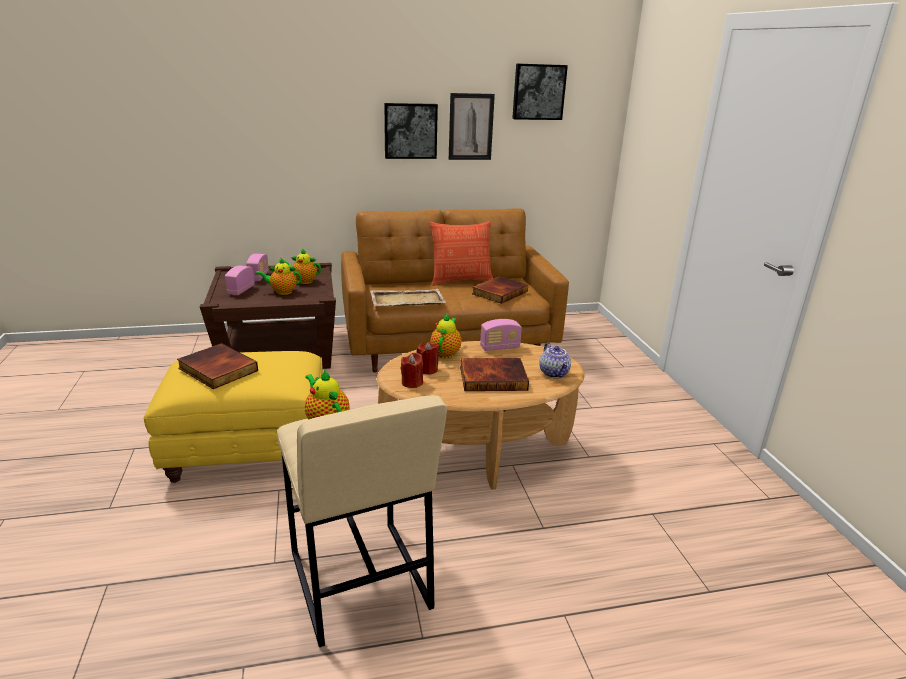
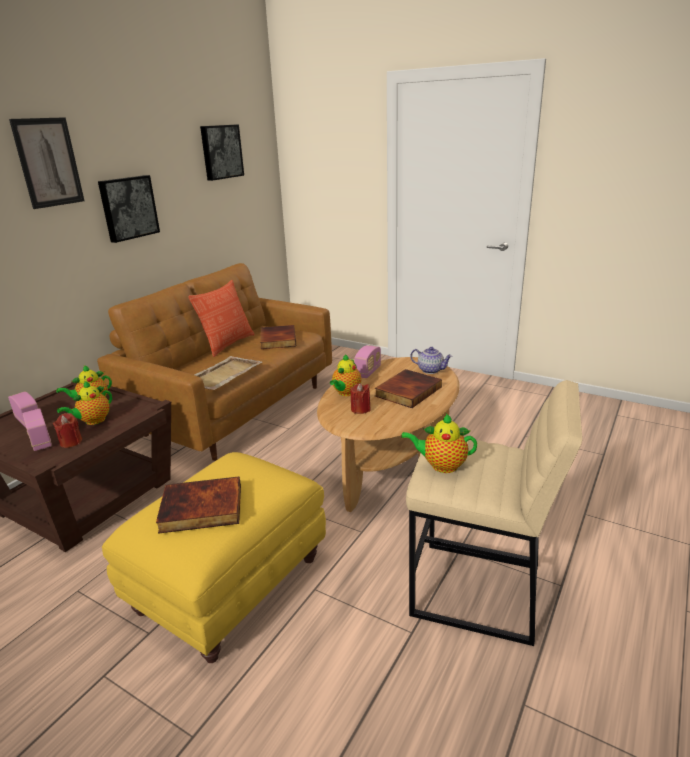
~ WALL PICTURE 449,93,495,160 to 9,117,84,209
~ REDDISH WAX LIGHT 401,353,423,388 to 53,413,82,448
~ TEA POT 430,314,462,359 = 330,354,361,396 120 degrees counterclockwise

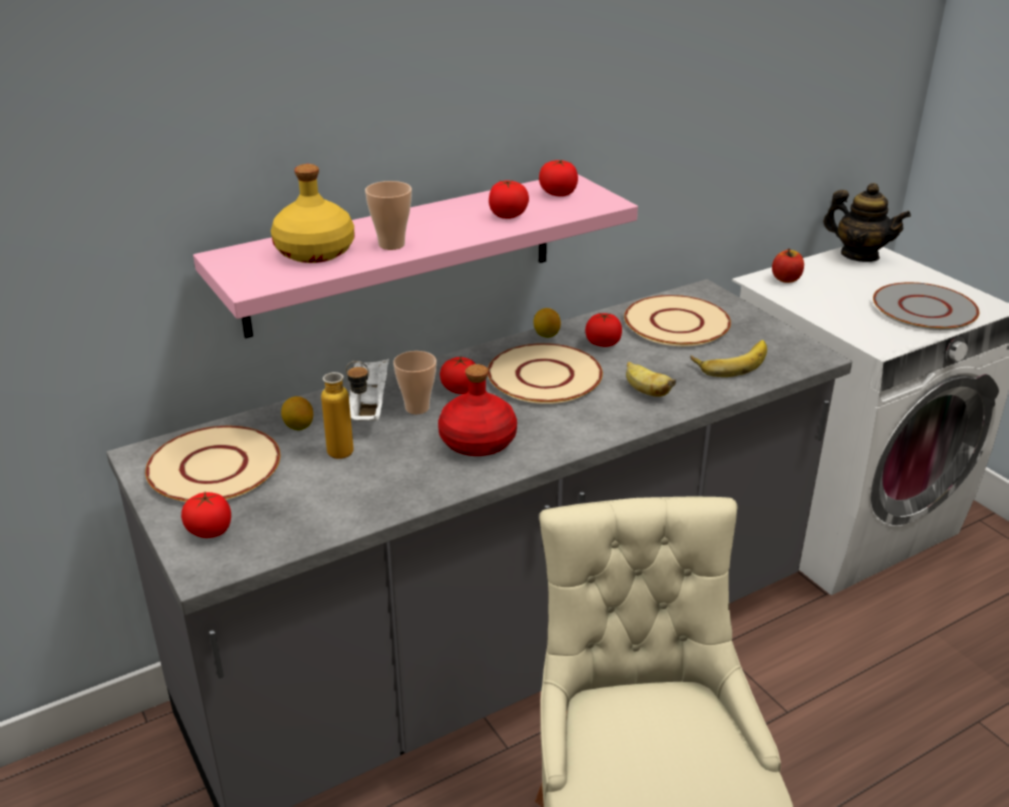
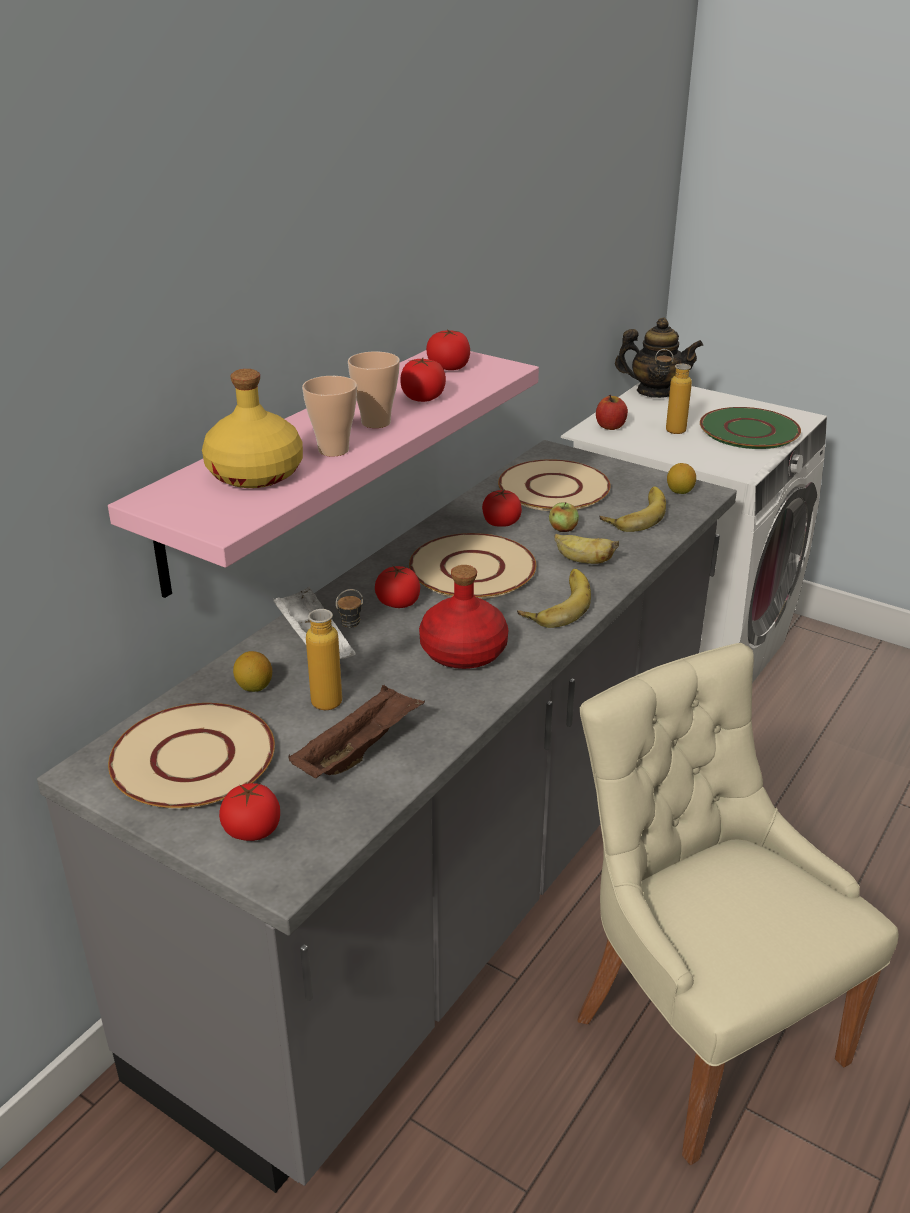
+ BROWN TRAY 288,685,425,778
~ DRINKING CUP 393,351,437,414 to 348,352,400,428
+ BANANA FRUIT 517,569,591,628
+ APPLE 549,502,579,532
+ DRINK BOTTLE 655,349,692,434
~ WHOLE LEMON 533,308,561,338 to 667,463,696,494
~ GREY FLAT DISH 873,282,979,330 to GREENISH FLAT DISH 700,407,801,449

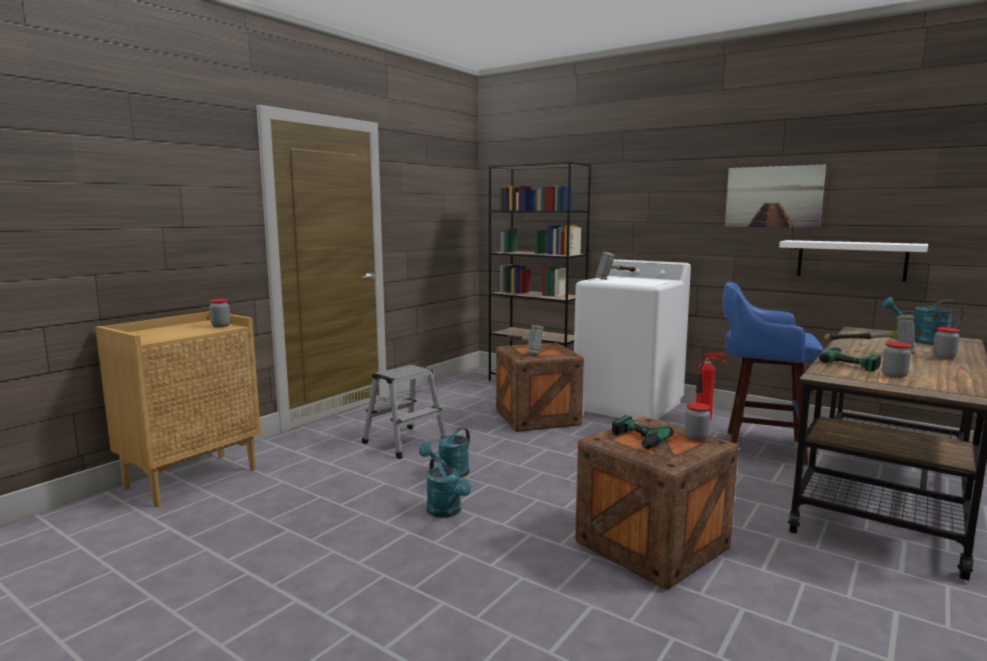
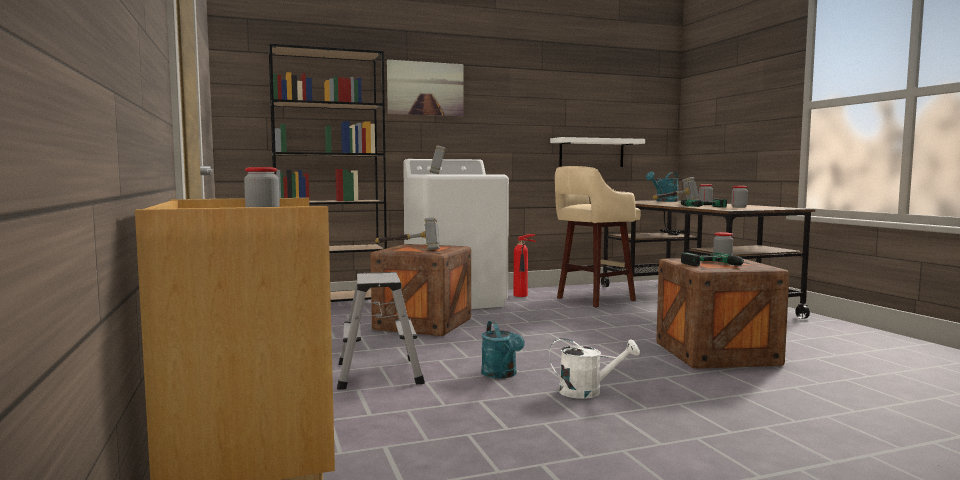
~ WALL PICTURE 725,164,826,228 to 387,59,464,116
~ TURQUOISE-COLOURED WATERING CAN 426,457,471,518 to WHITISH WATERING CAN 549,338,640,399
~ BLUE-COLOURED SITTING STOOL 723,282,823,465 to SAND-COLOURED SITTING STOOL 555,166,641,307

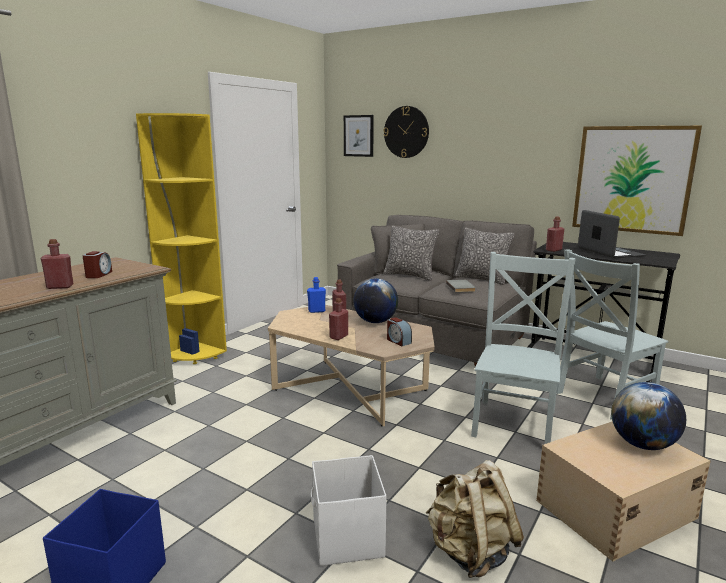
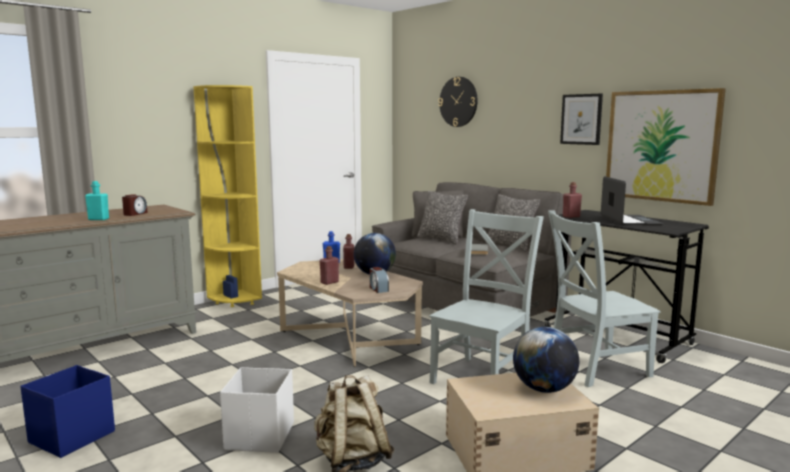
~ REDDISH DRINK BOTTLE 41,239,74,289 to TURQUOISE-COLOURED DRINK BOTTLE 85,181,109,220
~ WALL PICTURE 344,115,374,157 to 560,94,603,145

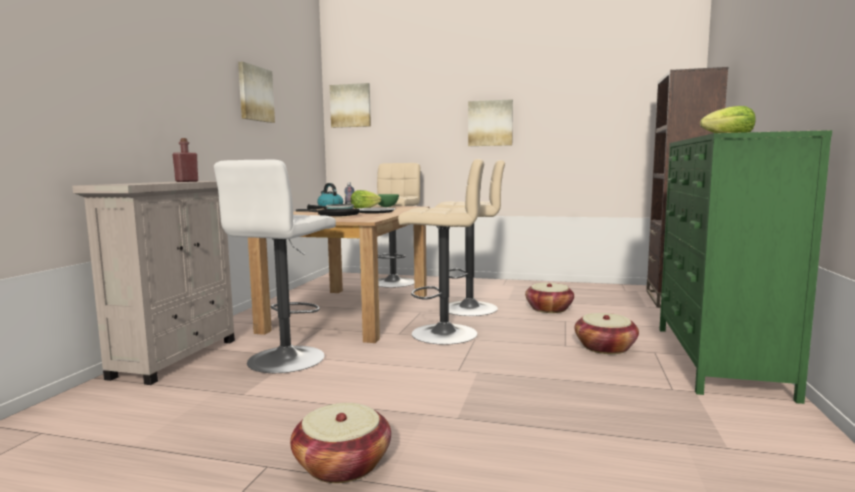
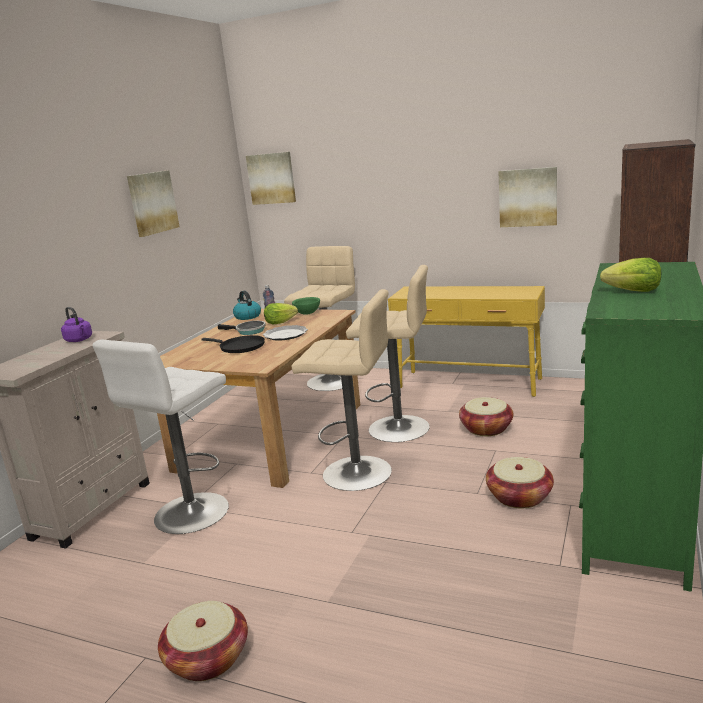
~ REDDISH DRINK BOTTLE 172,138,198,182 to PURPLE-COLOURED KETTLE 61,307,92,342
+ YELLOWISH HALL TABLE 388,286,545,397
~ WALL PICTURE 468,99,513,146 to 499,167,557,227

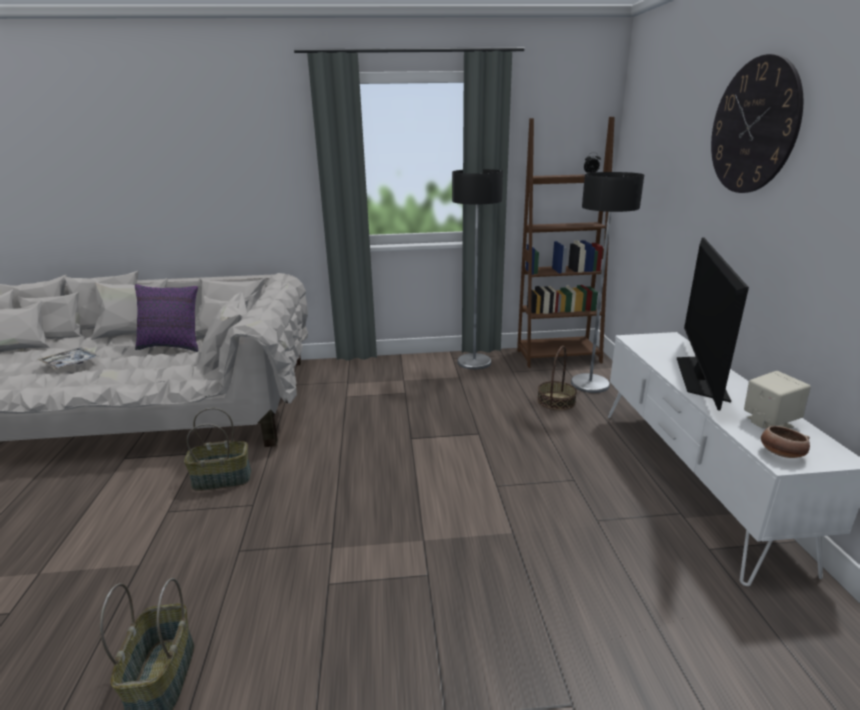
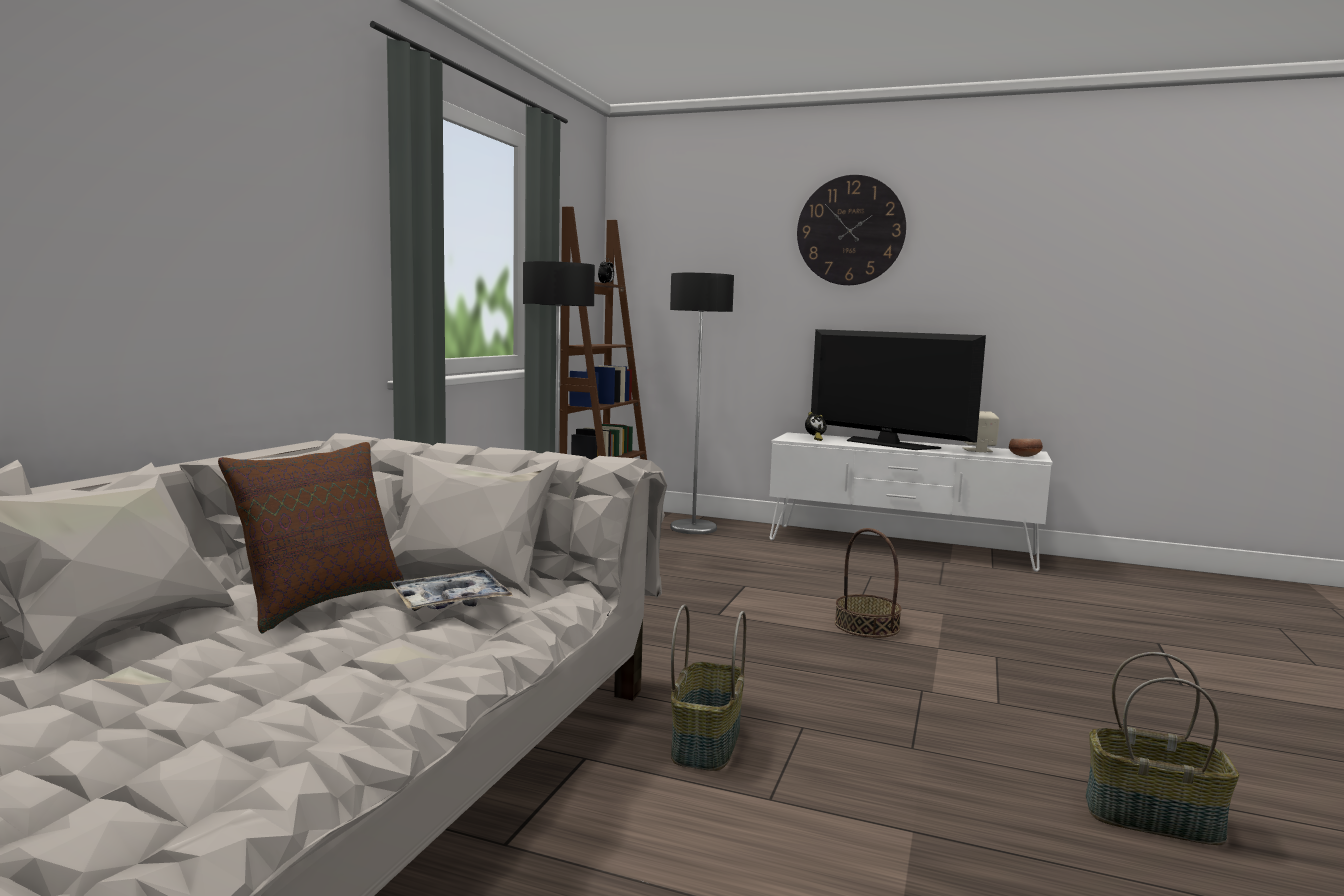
~ PURPLE-COLOURED PILLOW 135,284,198,352 to BROWN PILLOW 218,442,404,634
~ TRAY 38,347,100,370 to 391,570,513,611
+ ALARM CLOCK 805,412,827,441
~ STORAGE BASKET 537,346,577,410 to 835,528,902,638

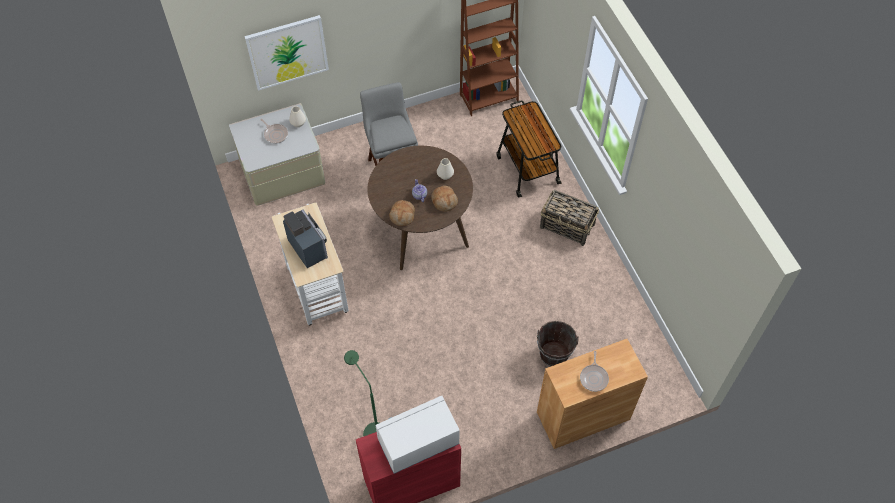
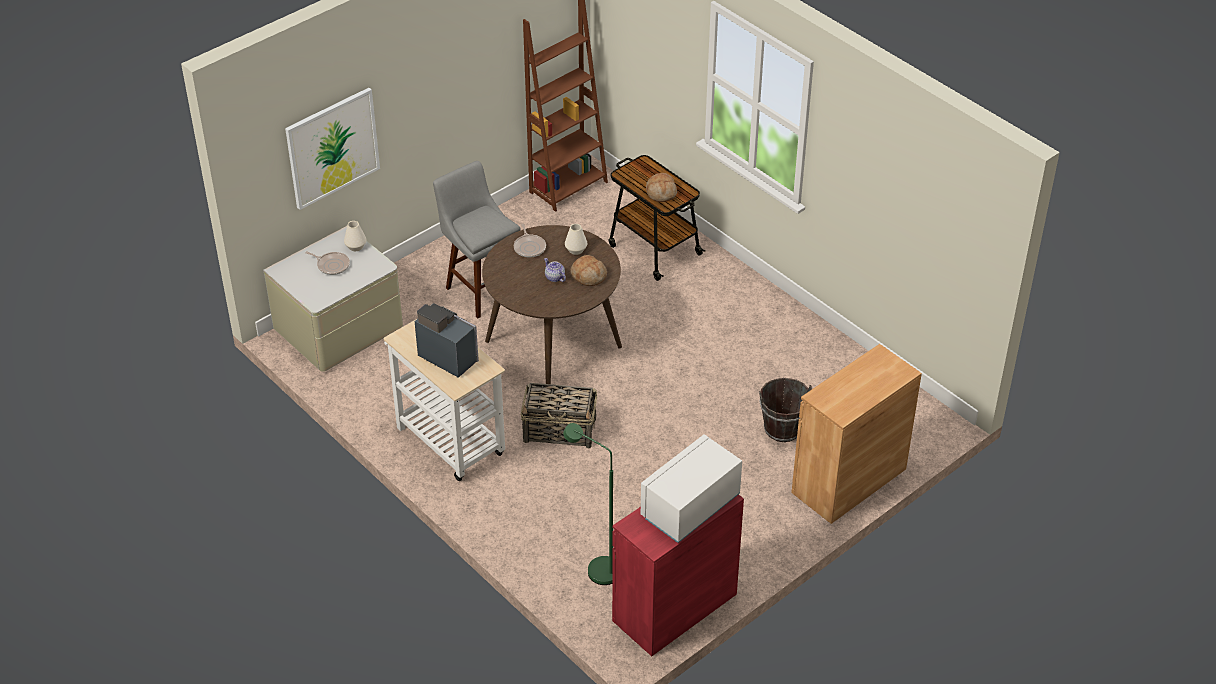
~ SKILLET 580,351,609,392 to 514,223,546,258
~ STORAGE BASKET 540,190,599,246 to 520,383,597,449
~ BAKED BREAD 389,200,415,226 to 646,173,677,202

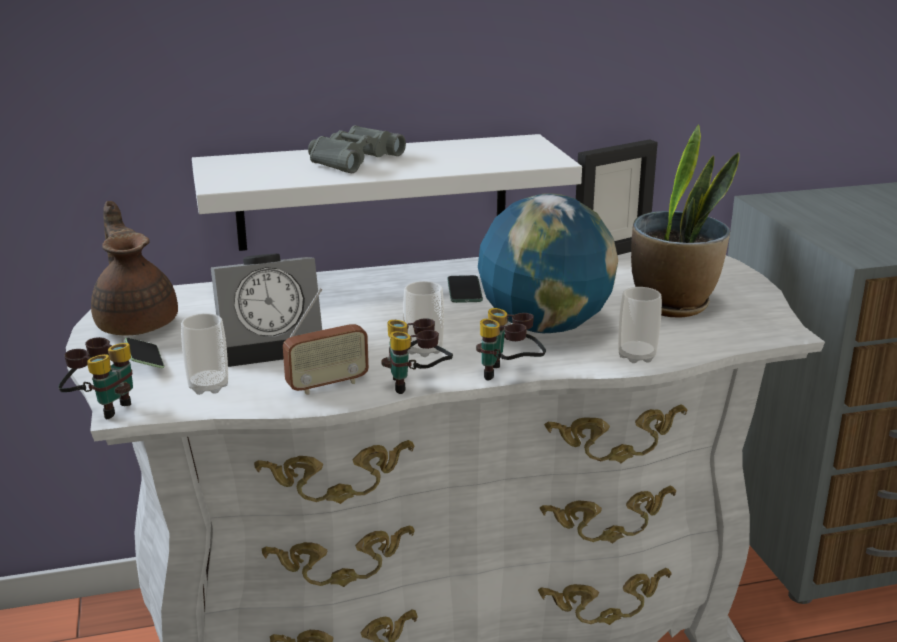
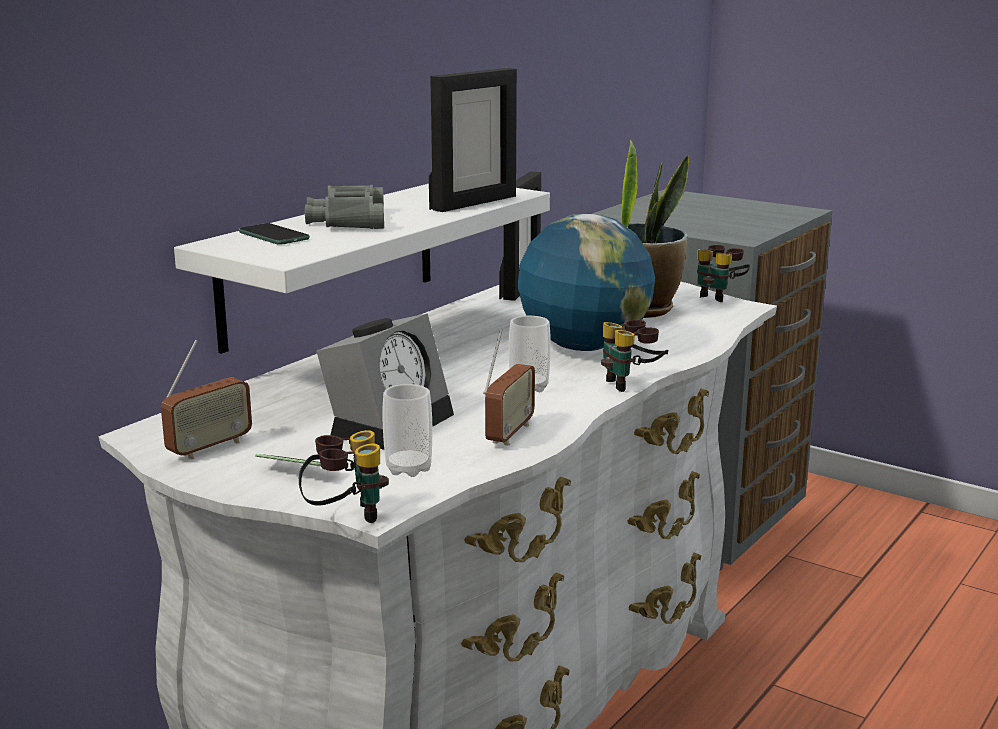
~ BROWN TEA POT 91,201,178,336 to RADIO RECEIVER 161,339,252,459
~ PHONE 447,275,483,303 to 239,223,310,245
+ PICTURE FRAME 429,68,517,212
~ PAIR OF BINOCULARS 381,318,453,394 to 697,245,750,302
- DRINKING CUP 618,287,662,363

